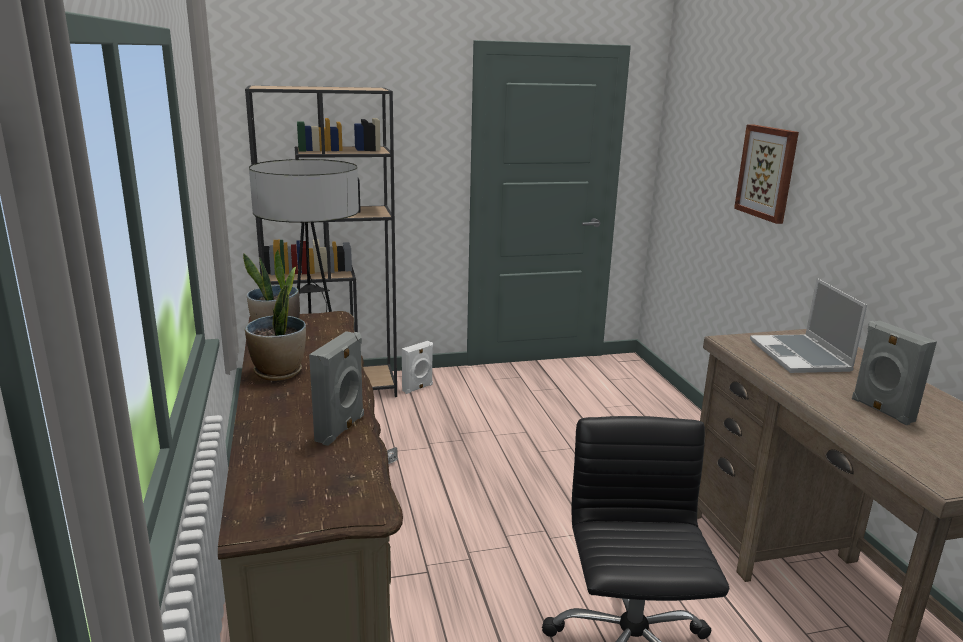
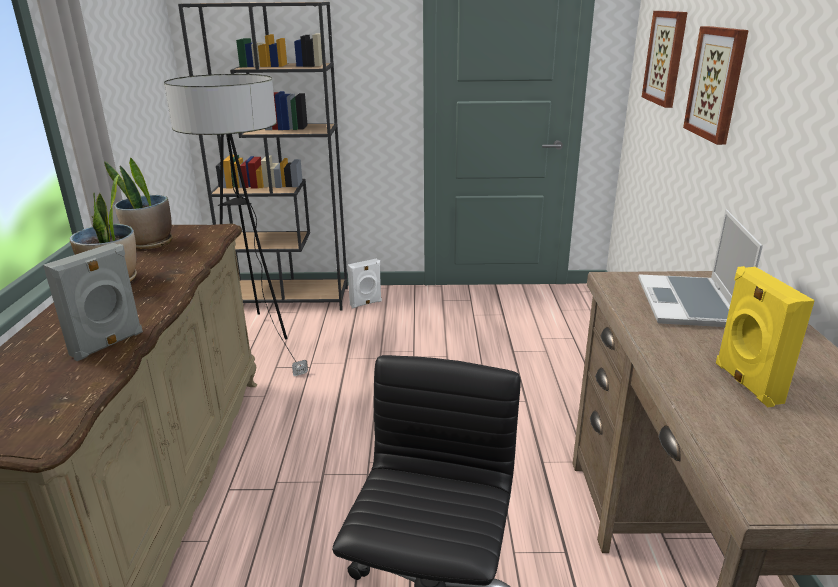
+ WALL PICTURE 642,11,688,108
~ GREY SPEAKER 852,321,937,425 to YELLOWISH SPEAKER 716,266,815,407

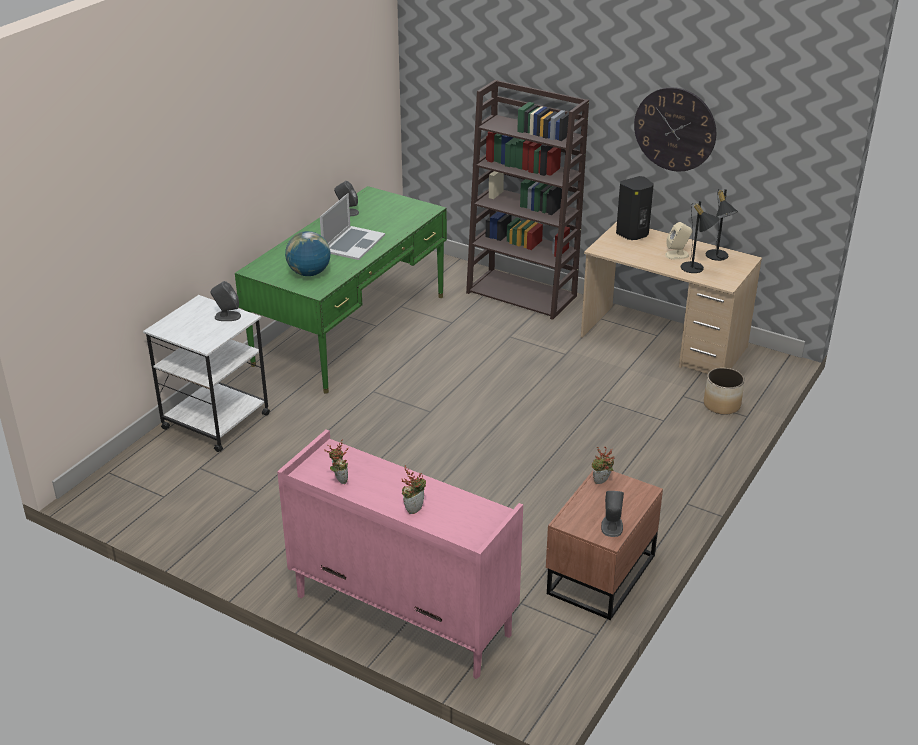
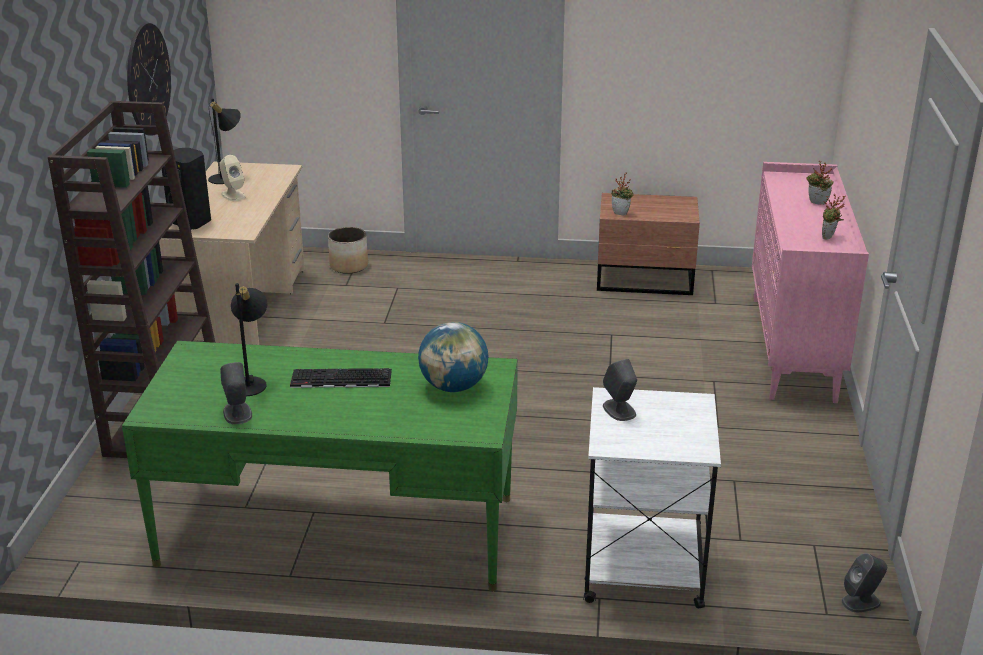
~ BLACKISH TABLE LAMP 681,201,720,273 to 231,283,268,396
~ NOTEBOOK COMPUTER 320,193,385,260 to KEYBOARD 290,368,392,388
~ GREY SPEAKER 601,491,624,537 to 842,553,887,612

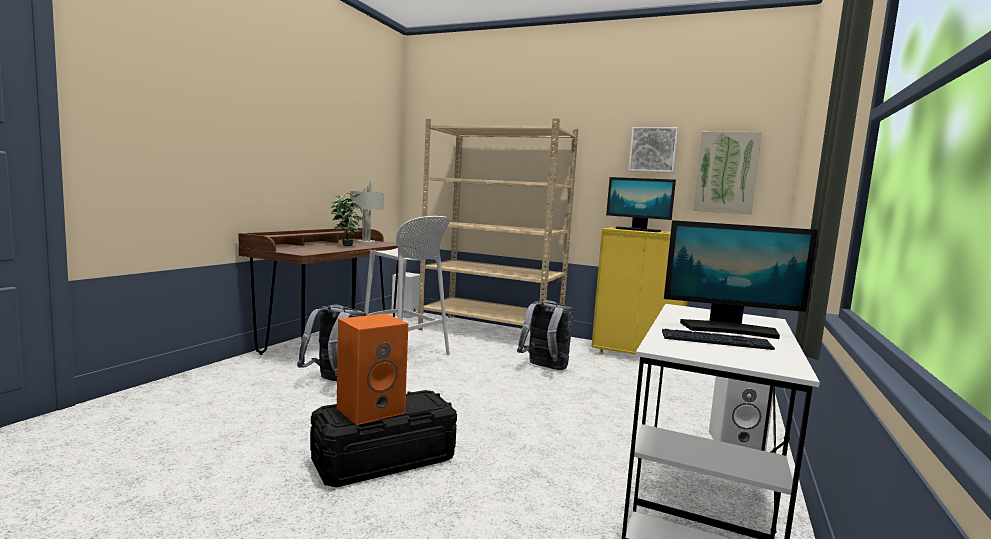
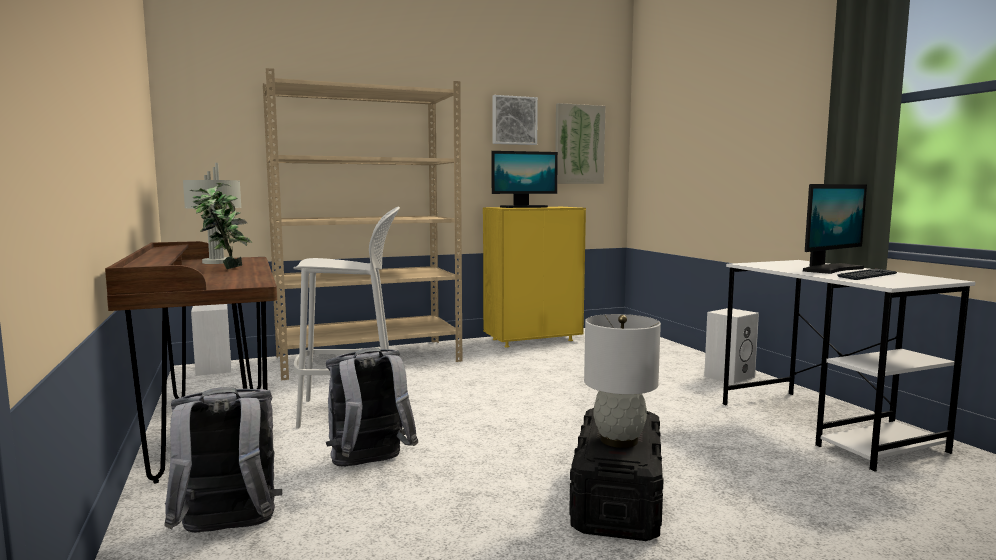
~ GREY BACKPACK 517,300,574,370 to 164,387,282,533
~ ORANGE SPEAKER 337,314,408,425 to WHITISH TABLE LAMP 584,314,661,448

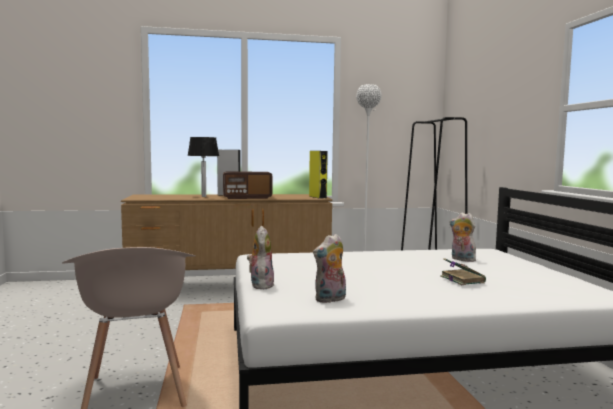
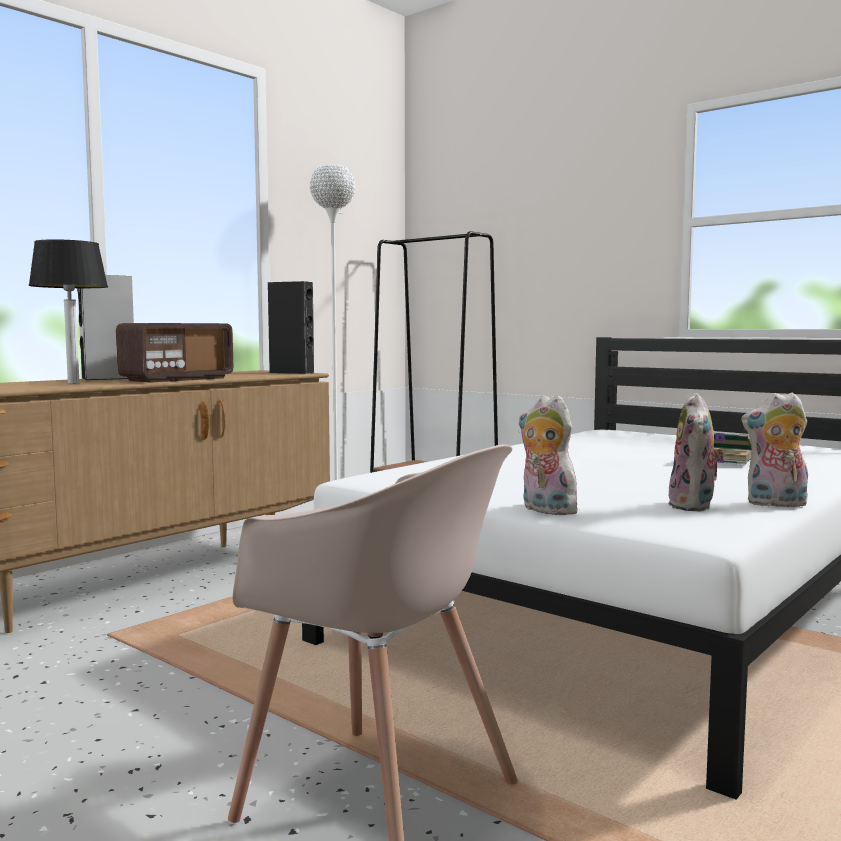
~ YELLOWISH SPEAKER 309,151,328,199 to BLACKISH SPEAKER 268,281,314,374
~ CUDDLY TOY 449,213,476,262 to 741,392,808,507

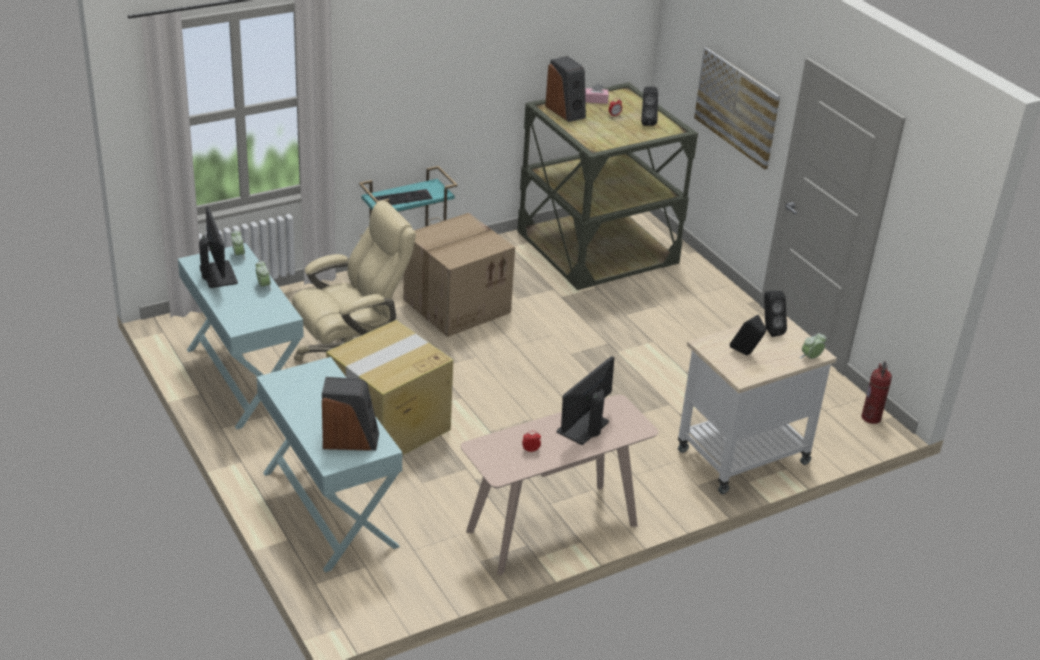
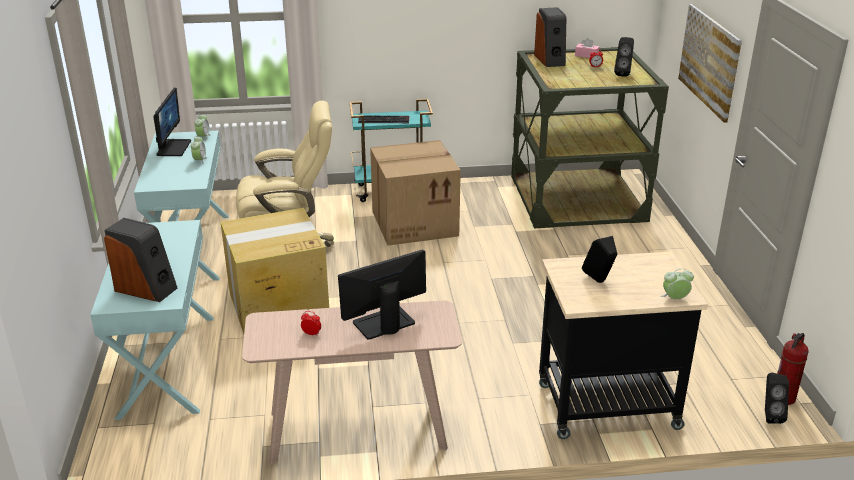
~ WHITISH CART 678,316,837,494 to BLACKISH CART 539,251,708,439
~ BLACKISH SPEAKER 764,291,787,337 to 765,373,789,424

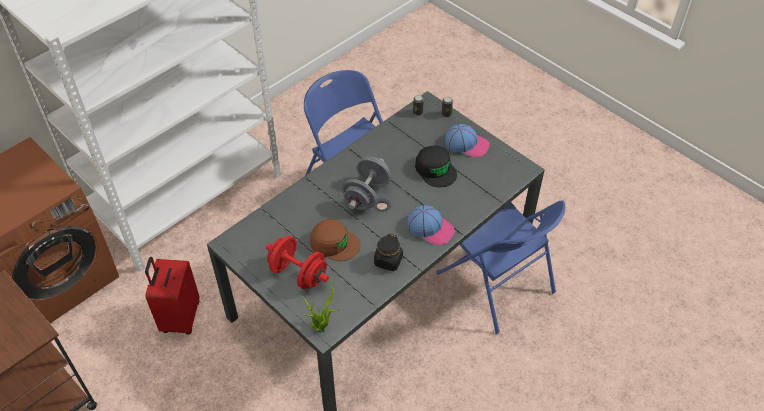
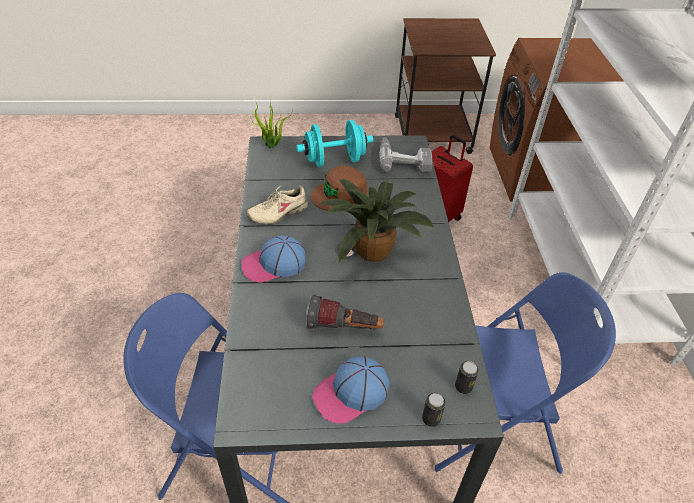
~ BLACKISH STORAGE JAR 374,234,403,271 to SAND-COLOURED SHOE 246,185,308,225
~ REDDISH DUMBBELL 266,236,329,289 to TURQUOISE-COLOURED DUMBBELL 296,120,373,167
~ BLACKISH BASEBALL CAP 415,145,457,187 to TORCH 306,294,384,330
~ GREY DUMBBELL 342,157,391,210 to POTTED PLANT 319,179,434,262
+ POWER DRILL 379,137,433,172

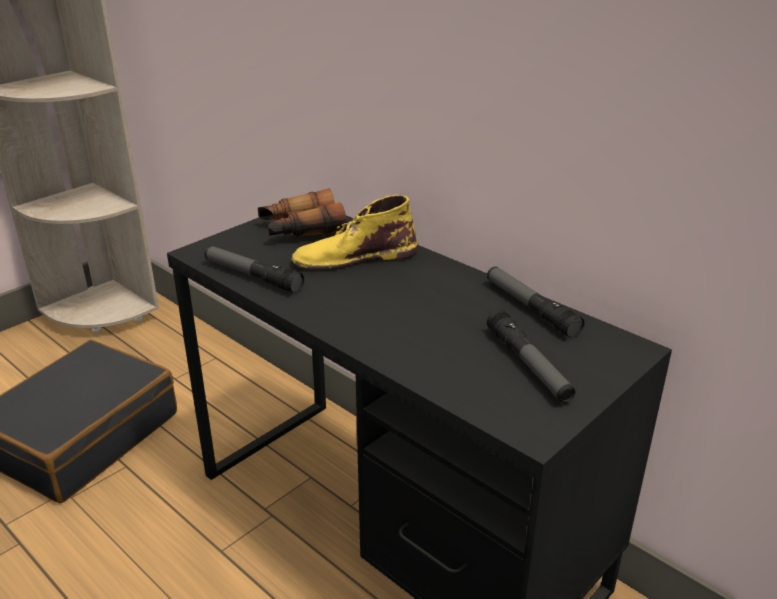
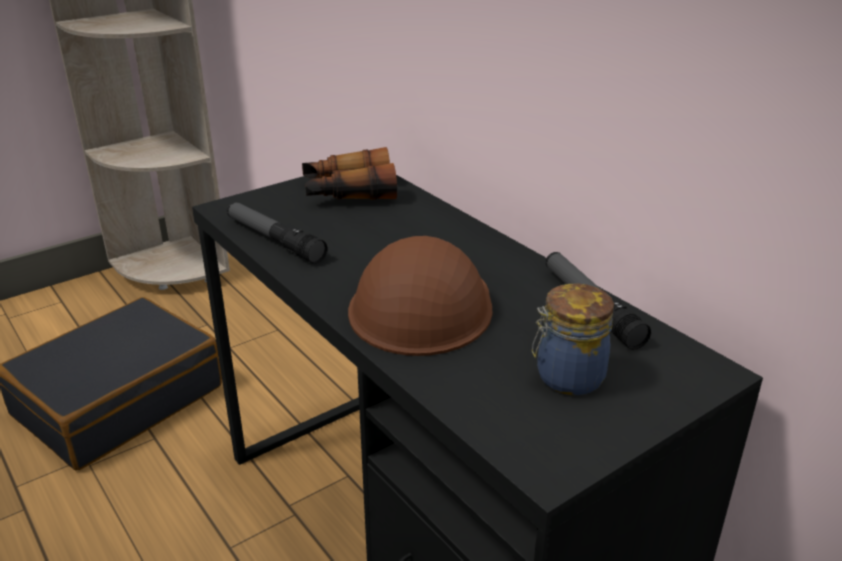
+ BROWN WORK HELMET 348,236,492,356
~ TORCH 487,309,575,402 to STORAGE JAR 532,284,614,395
- YELLOWISH TALL BOOT 292,195,418,270

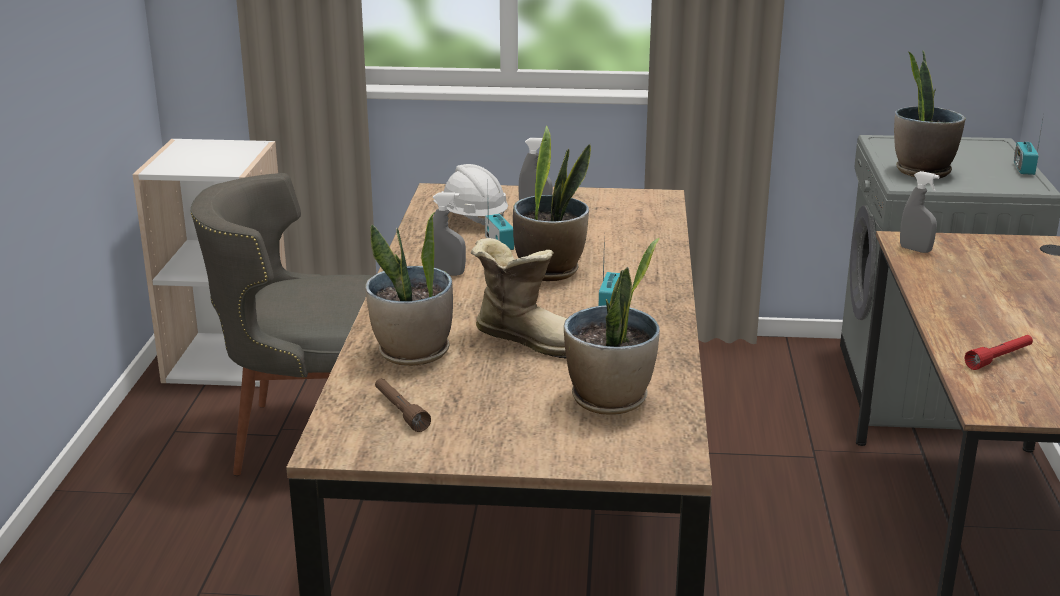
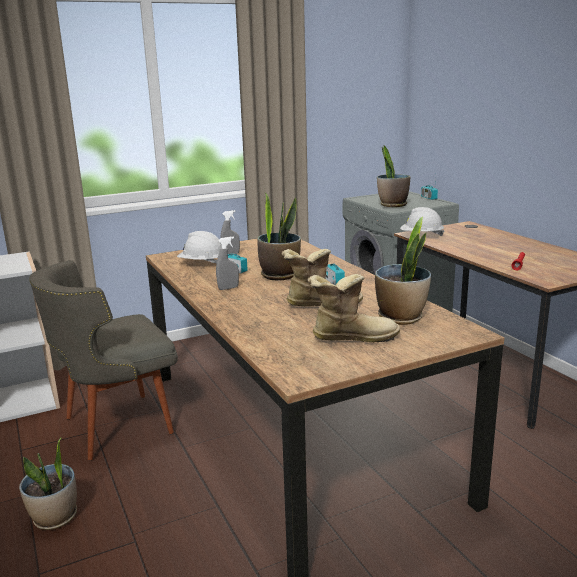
~ POTTED PLANT 365,212,453,366 to 19,438,77,530
+ TALL BOOT 307,274,400,342
~ GREY SPRAYER 900,171,939,253 to WHITISH WORK HELMET 400,207,444,236
- BROWN TORCH 375,378,431,432

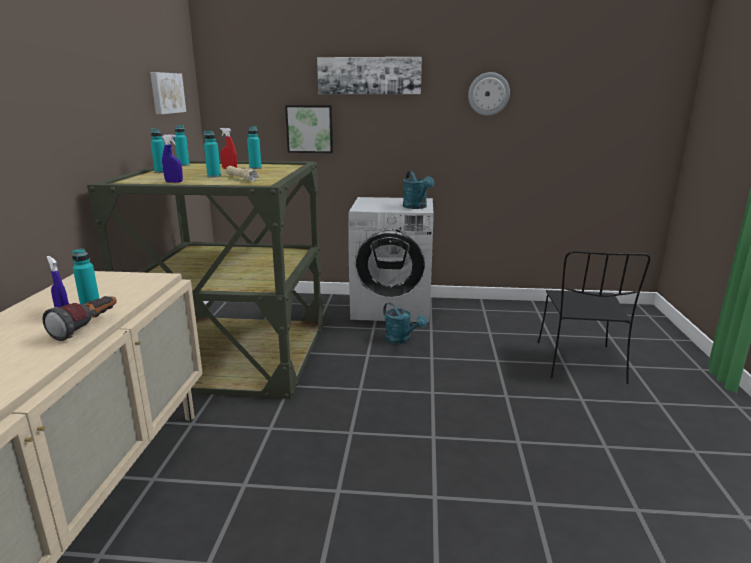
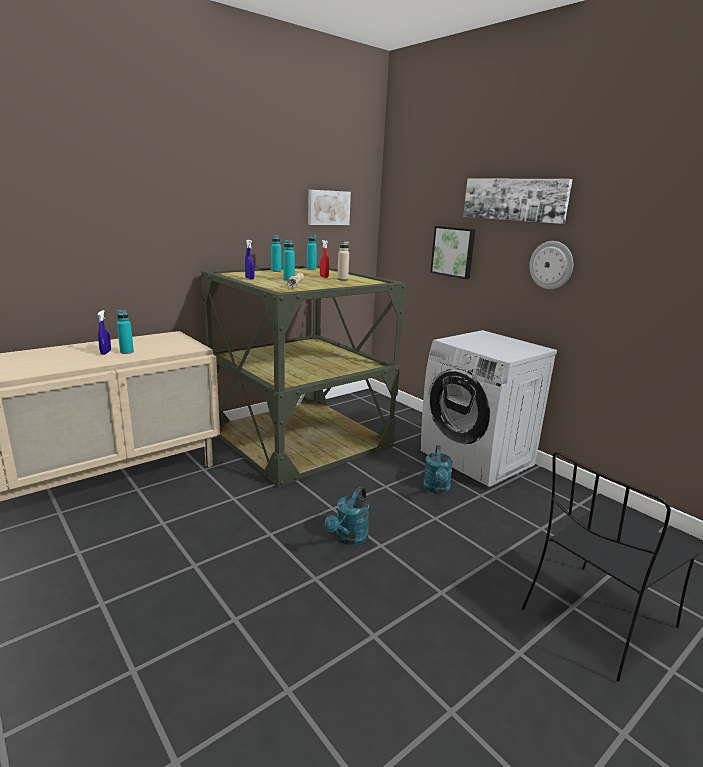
~ TURQUOISE-COLOURED WATERING CAN 403,171,434,209 to 324,487,369,545
~ TURQUOISE-COLOURED DRINK BOTTLE 247,126,262,169 to SAND-COLOURED DRINK BOTTLE 337,241,349,281
~ WALL CLOCK 468,72,510,116 to 530,241,573,289
- TORCH 42,296,117,341

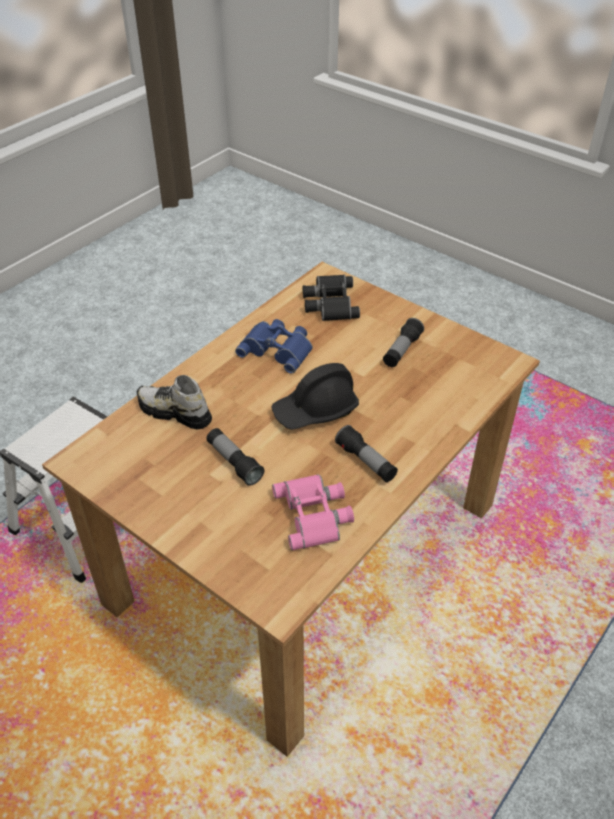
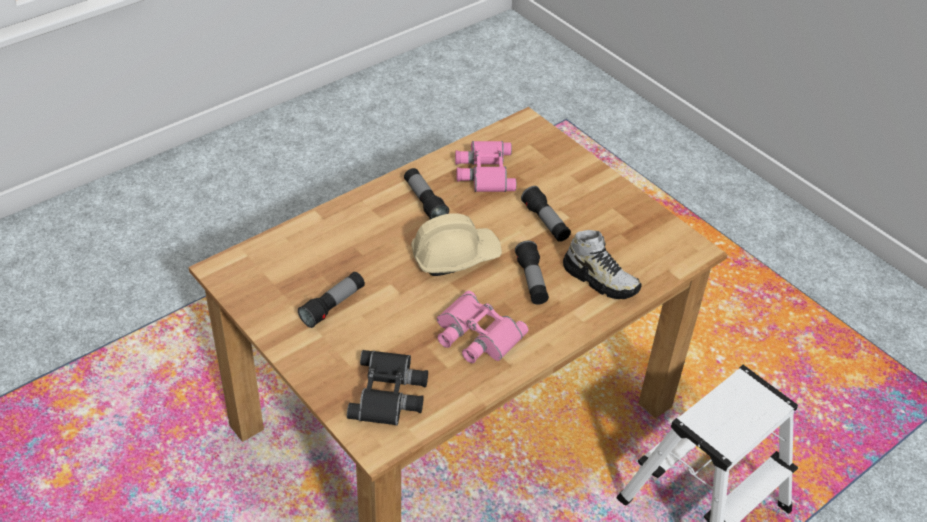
~ BLACKISH WORK HELMET 271,363,359,430 to SAND-COLOURED WORK HELMET 411,213,502,276
~ BLUE-COLOURED PAIR OF BINOCULARS 235,319,313,374 to PINKISH PAIR OF BINOCULARS 437,290,528,363
+ TORCH 515,241,549,305

